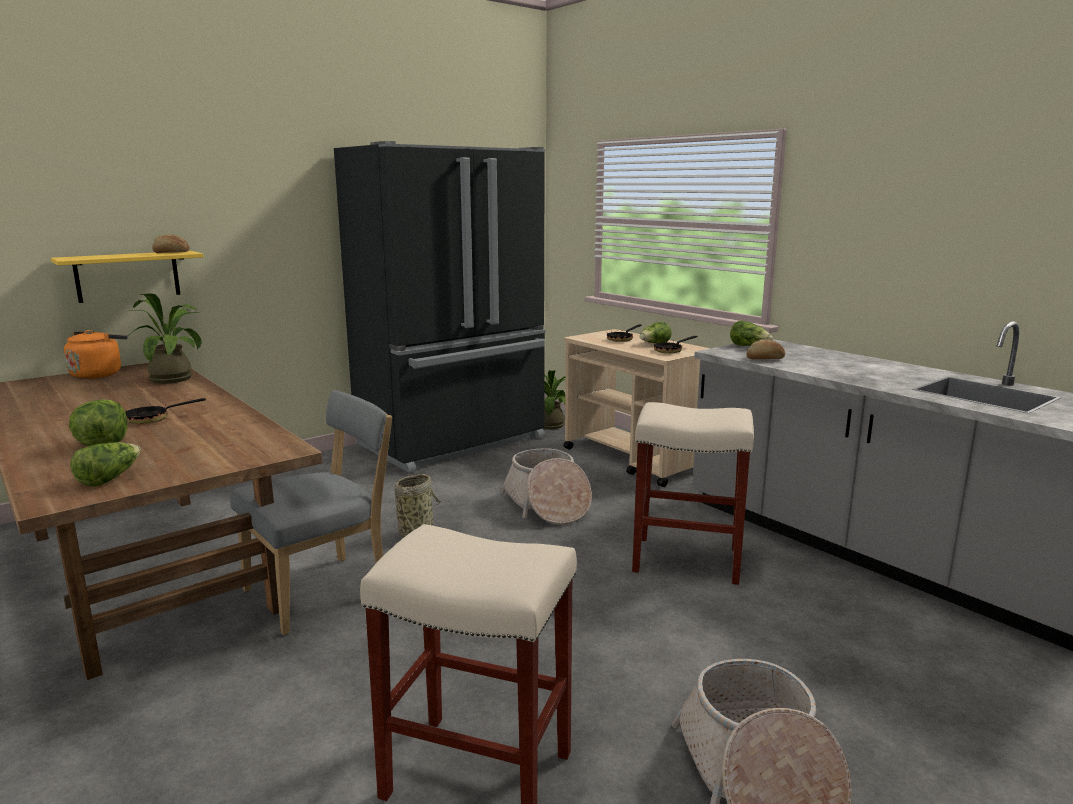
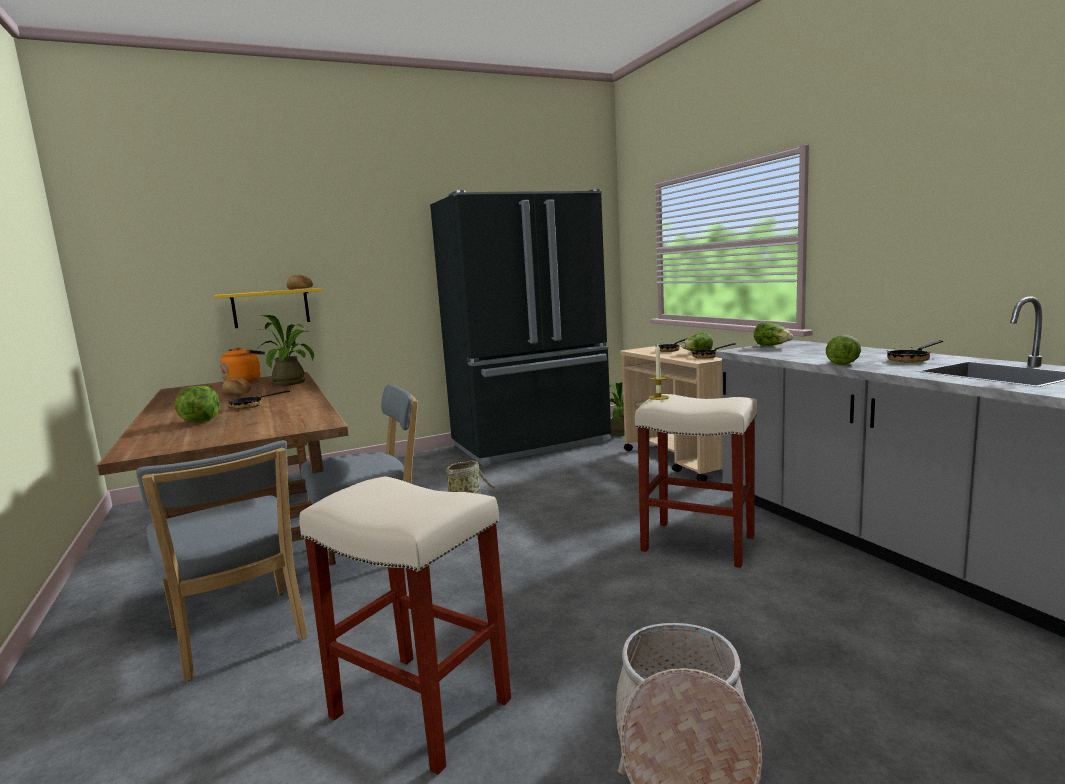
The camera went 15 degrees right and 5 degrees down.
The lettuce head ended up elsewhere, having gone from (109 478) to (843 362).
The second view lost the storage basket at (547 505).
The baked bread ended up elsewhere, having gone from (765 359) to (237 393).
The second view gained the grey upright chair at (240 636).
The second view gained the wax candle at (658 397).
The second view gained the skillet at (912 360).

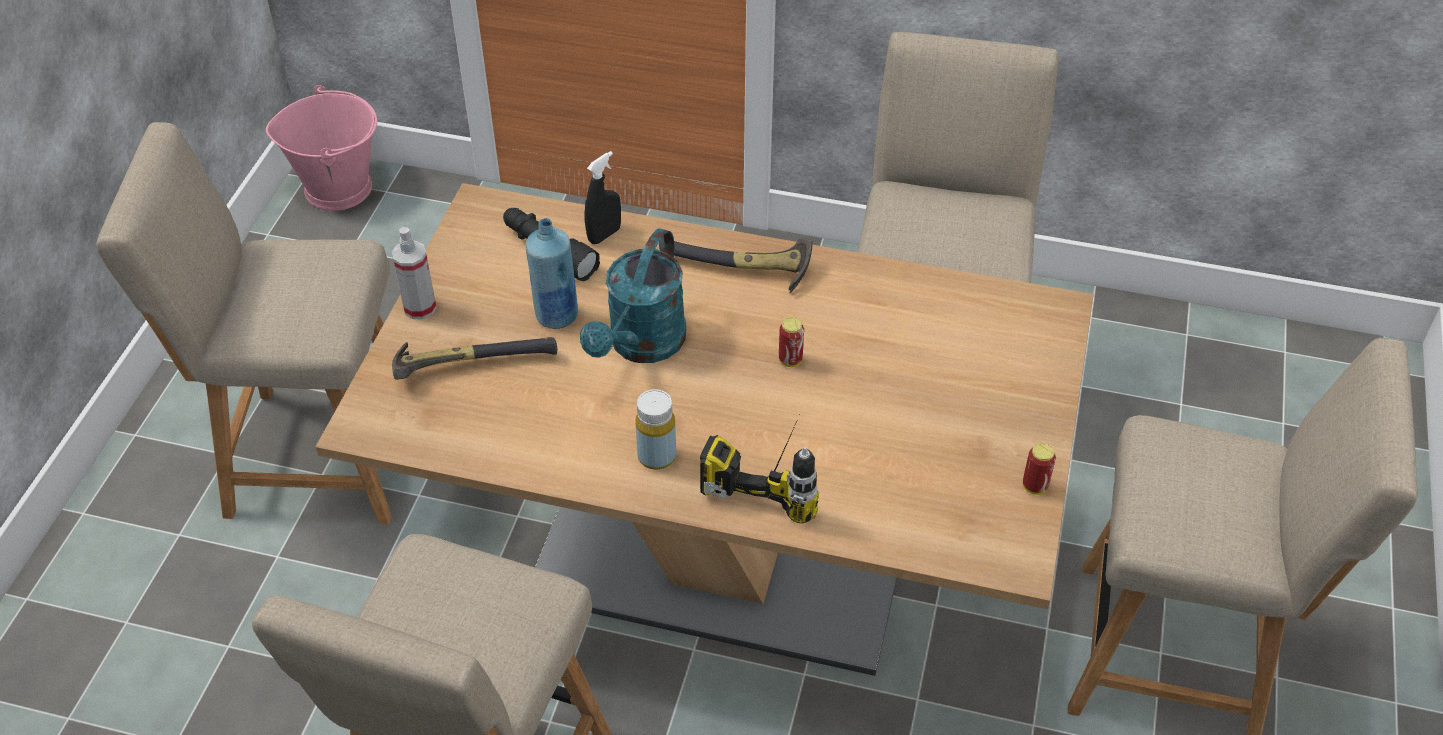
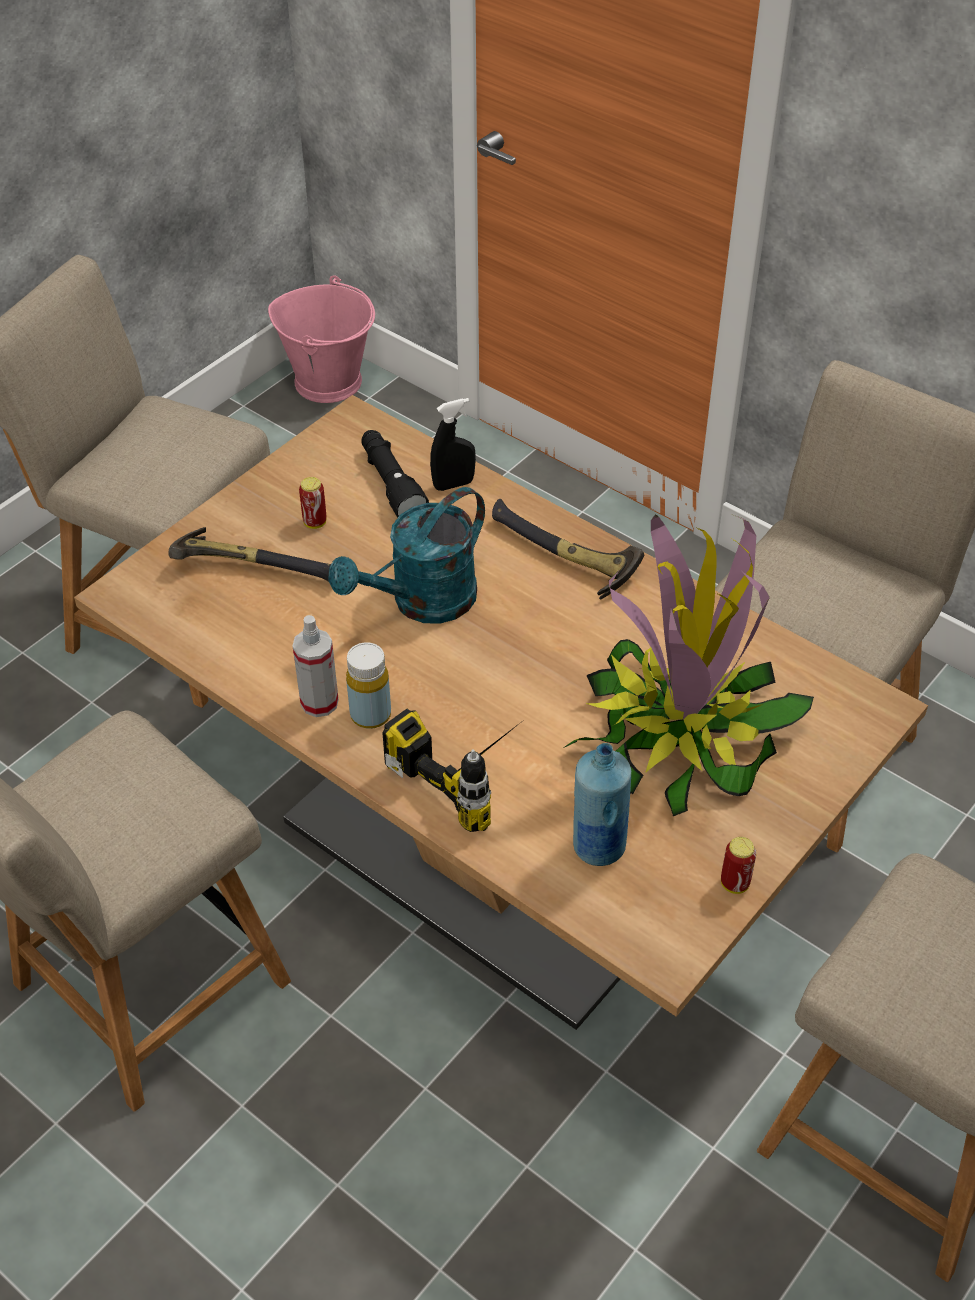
The camera went 25 degrees right and 0 degrees up.
The spray bottle ended up elsewhere, having gone from (420 307) to (319 702).
The blue drink bottle ended up elsewhere, having gone from (556 316) to (598 847).
The metal can ended up elsewhere, having gone from (790 360) to (315 522).
The second view gained the potted plant at (679 736).

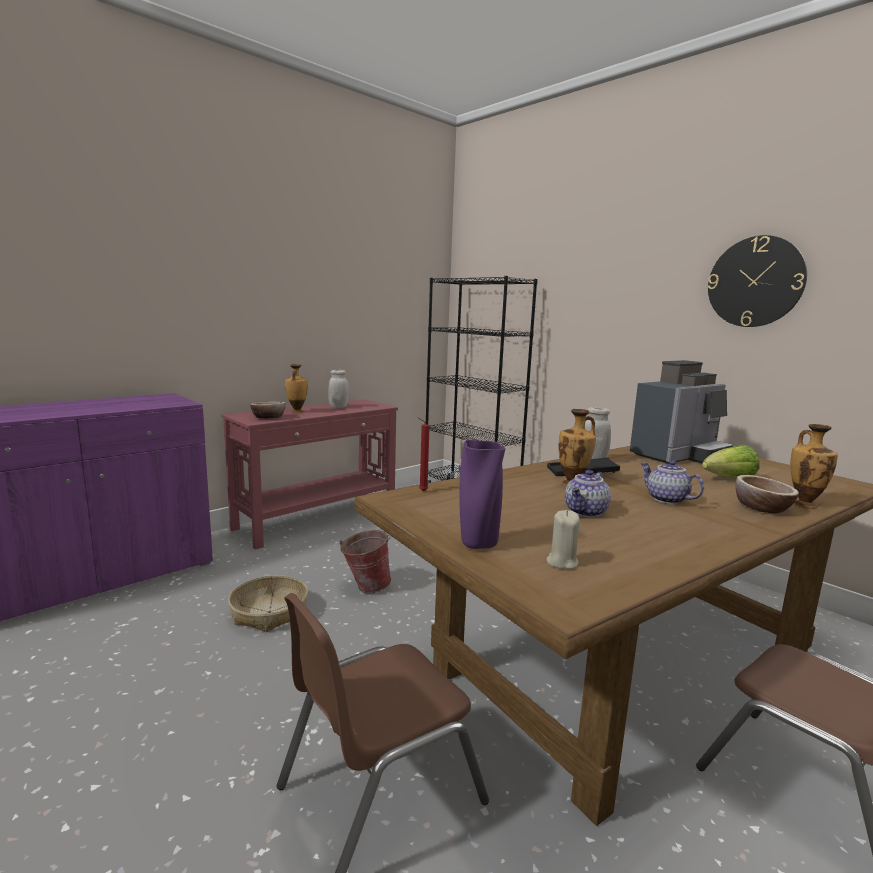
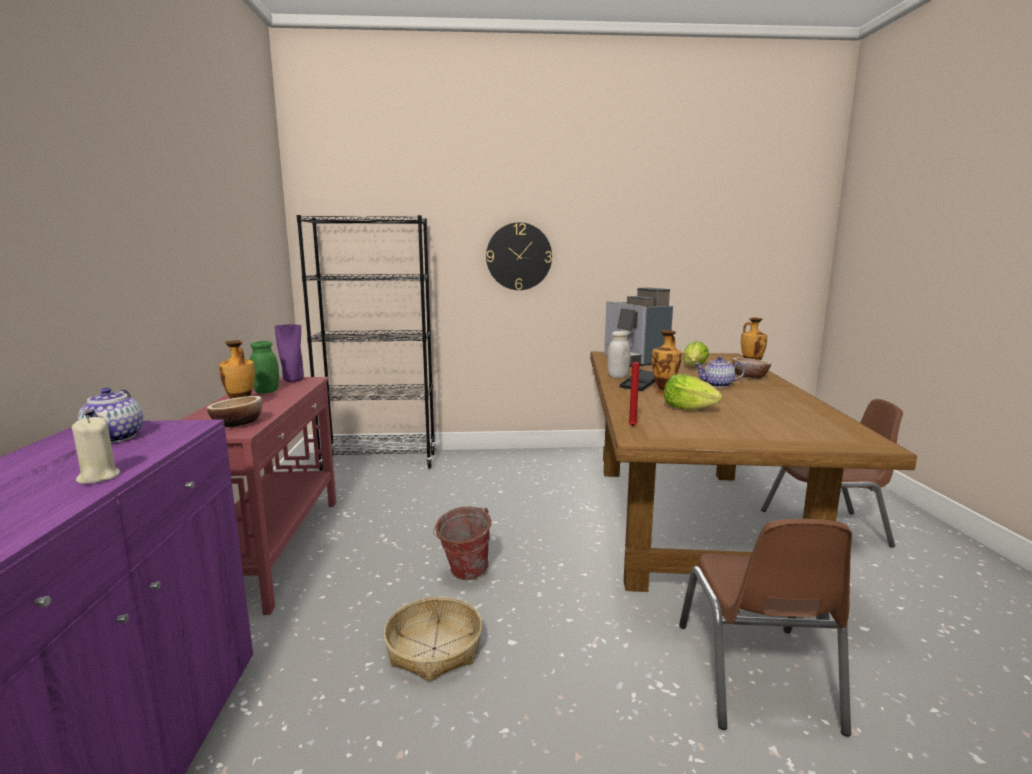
The camera went 50 degrees left and 0 degrees up.
What was the white jar at (338 407) turned into the greenish jar at (266 391).
The purplish flower vase ended up elsewhere, having gone from (477 544) to (292 381).
The beige wax candle ended up elsewhere, having gone from (562 562) to (98 477).
The pot for tea ended up elsewhere, having gone from (586 512) to (116 438).
The coffee maker at (679 455) ended up facing another way, 150 degrees clockwise from before.
The wall clock ended up elsewhere, having gone from (755 282) to (519 256).
The second view gained the lettuce head at (688 409).

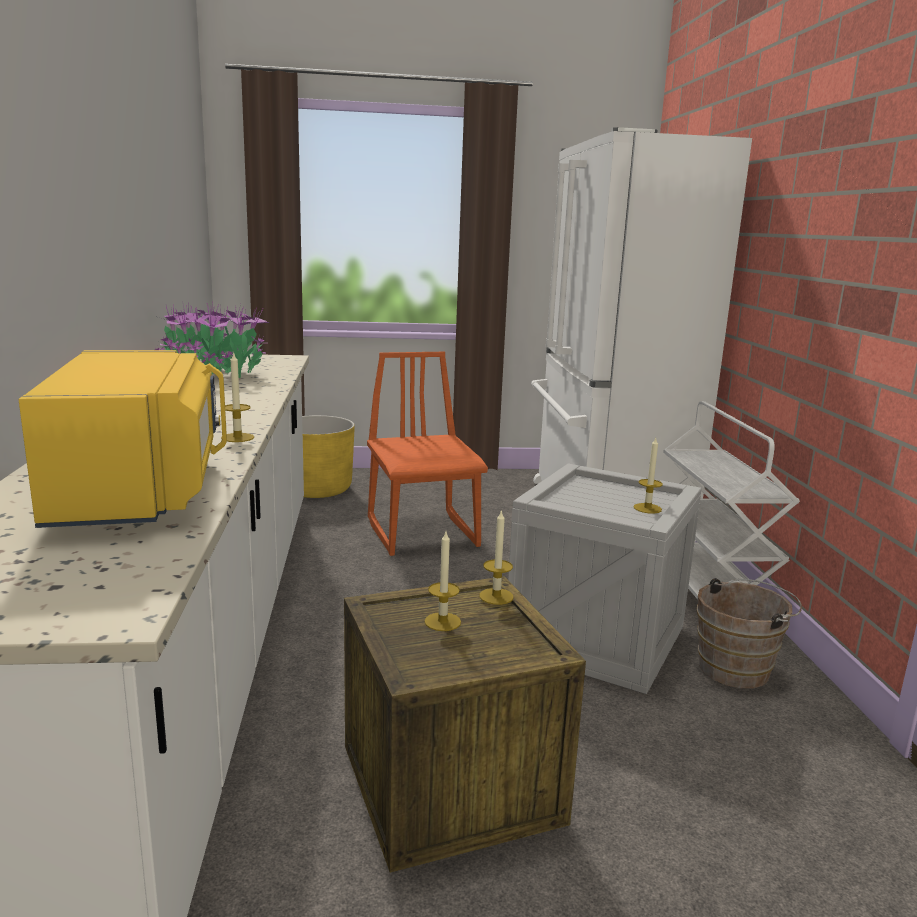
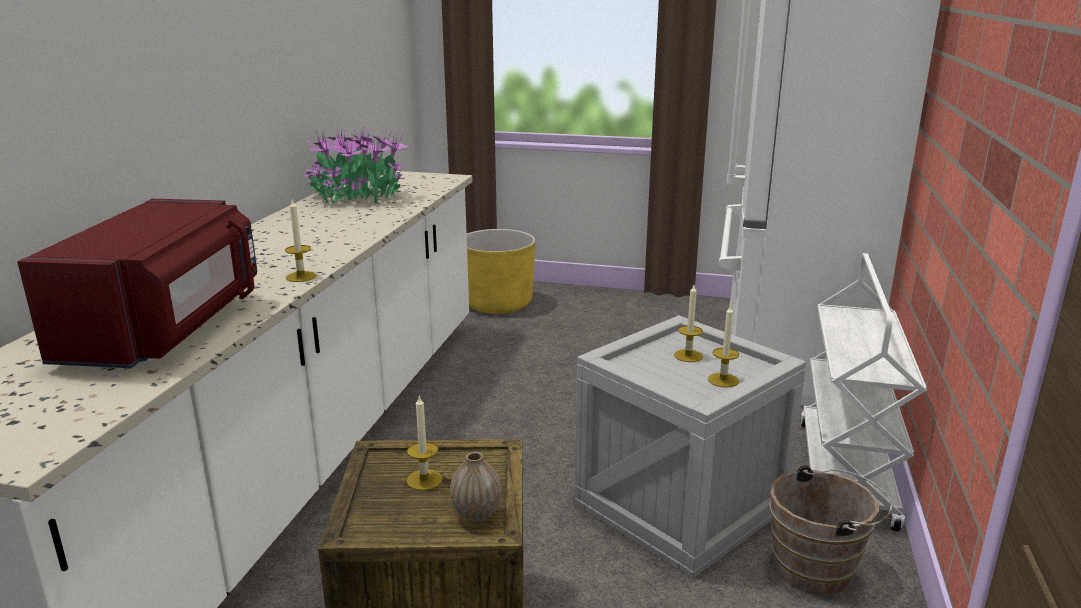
The camera went 20 degrees right and 5 degrees up.
What was the yellow-coloured microwave at (141 489) turned into the red microwave at (167 328).
The second view lost the orange upright chair at (423 533).
The wax candle ended up elsewhere, having gone from (496 596) to (688 356).
The second view gained the flower vase at (476 513).

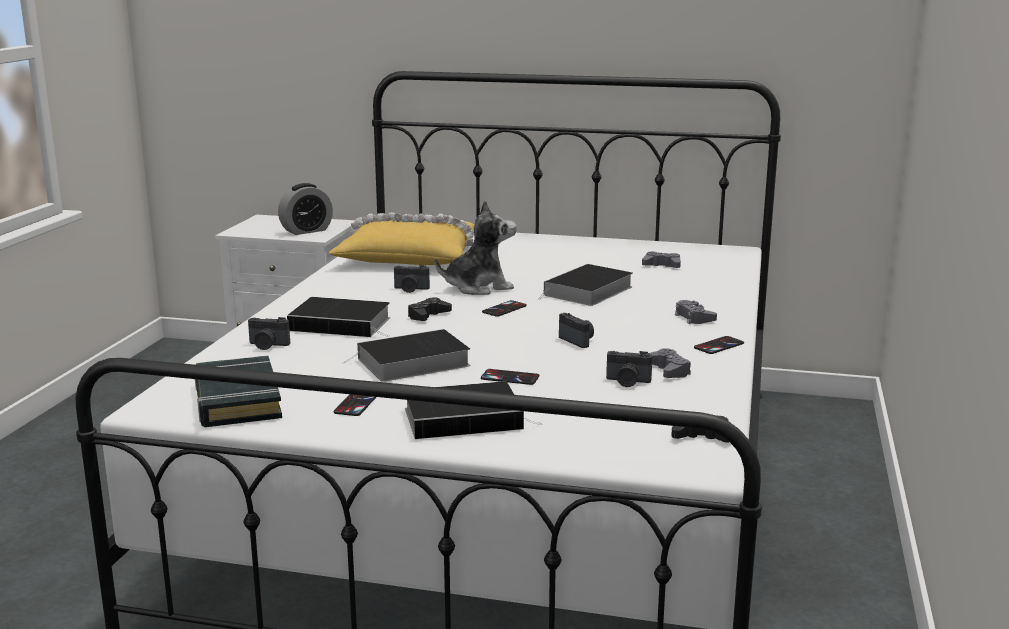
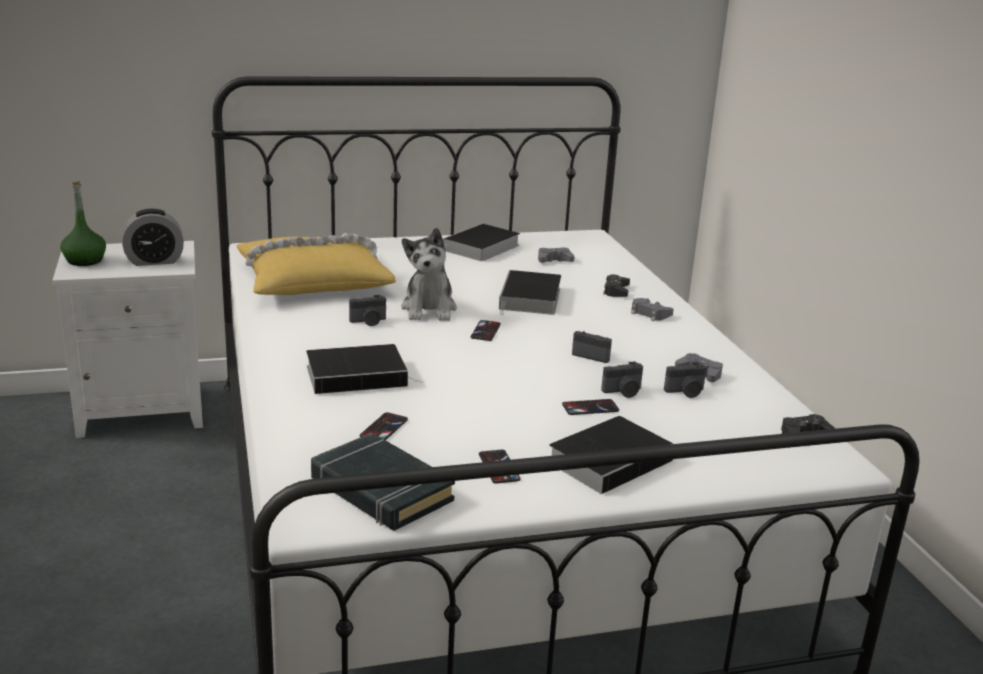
The camera went 30 degrees left and 5 degrees up.
The still camera ended up elsewhere, having gone from (267 345) to (623 392).
The bedside clock at (306 231) ended up facing another way, 45 degrees clockwise from before.
The book ended up elsewhere, having gone from (411 363) to (480 248).
The black-coloured joypad ended up elsewhere, having gone from (428 315) to (616 291).
The soft toy at (478 287) ended up facing another way, 135 degrees clockwise from before.
The handset ended up elsewhere, having gone from (718 345) to (384 428).
The second view gained the greenish drink bottle at (84 261).

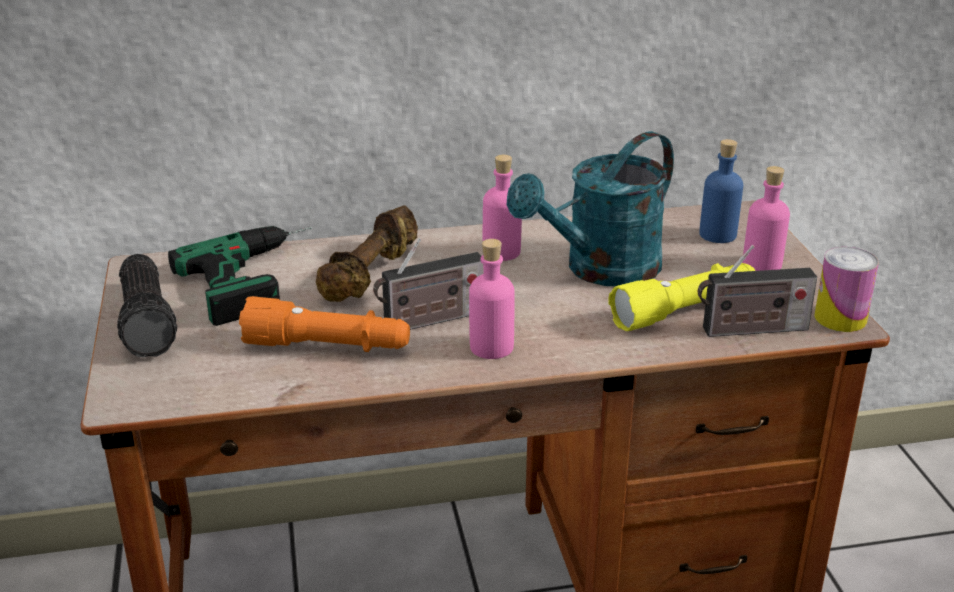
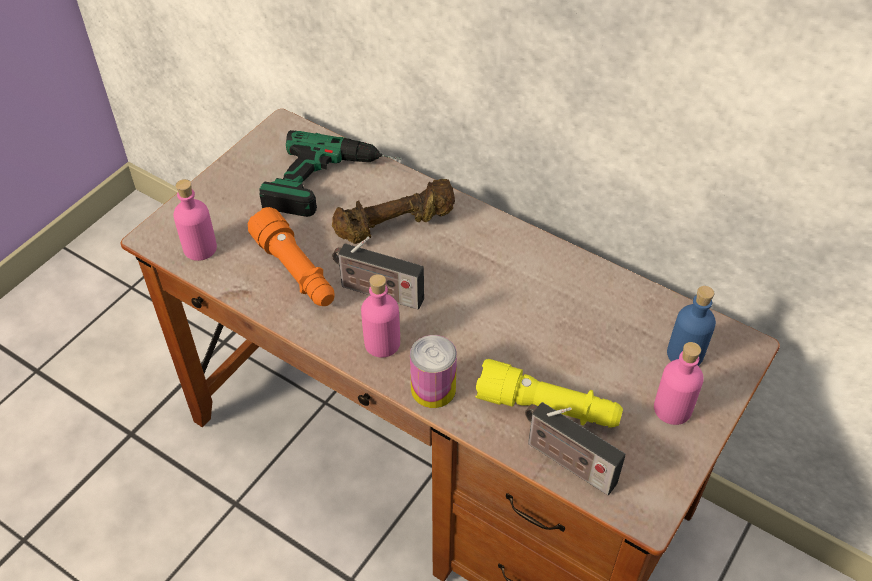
The camera went 45 degrees right and 20 degrees up.
The second view lost the flashlight at (149 321).
The pink drink bottle ended up elsewhere, having gone from (501 252) to (200 248).
The second view lost the turquoise-coloured sprinkling can at (600 270).
The metal can ended up elsewhere, having gone from (840 318) to (433 389).

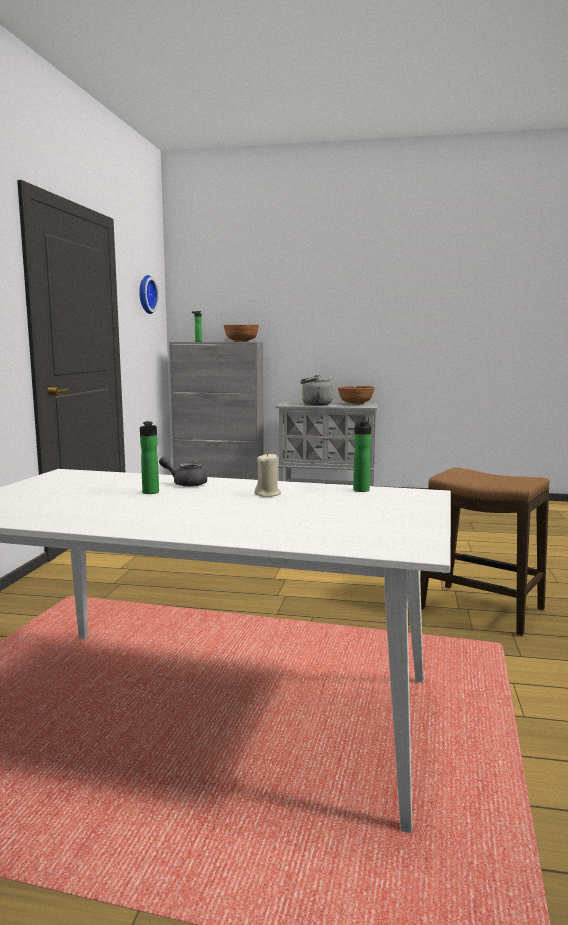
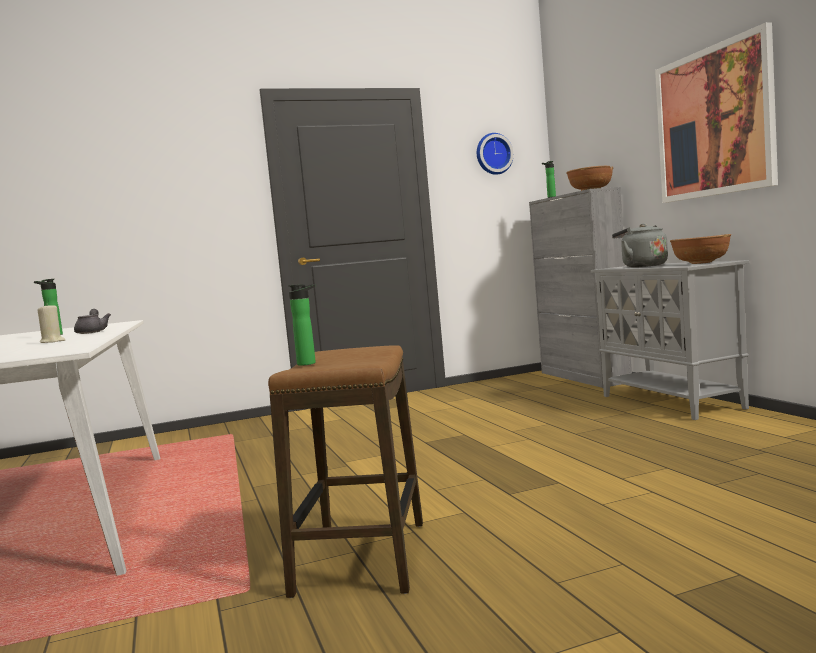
The camera went 60 degrees right and 5 degrees down.
The drink bottle ended up elsewhere, having gone from (361 489) to (309 363).
The second view gained the picture at (714 122).

